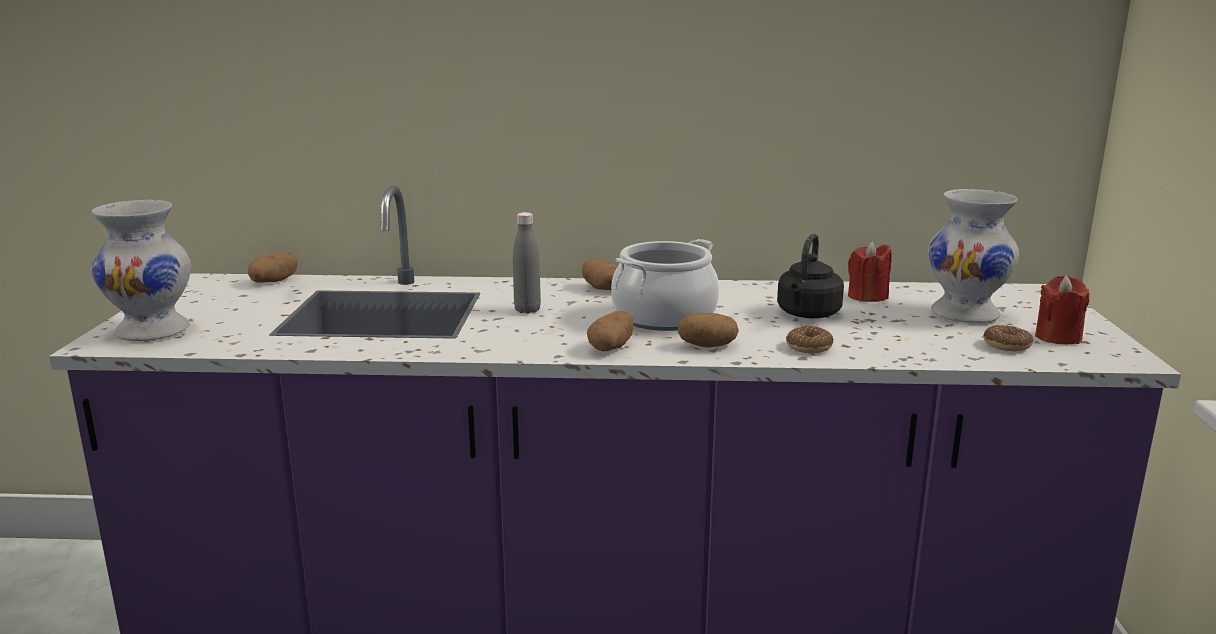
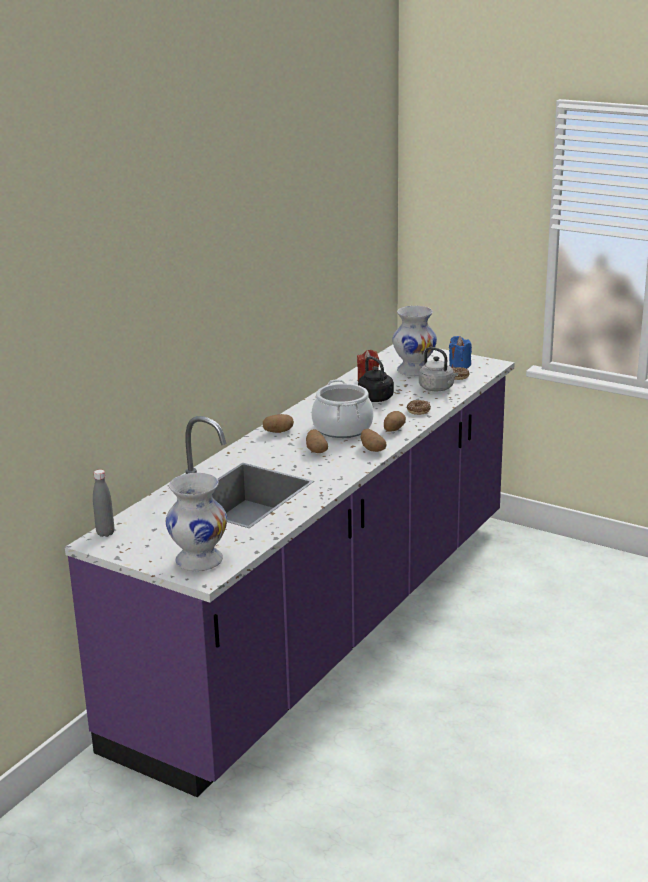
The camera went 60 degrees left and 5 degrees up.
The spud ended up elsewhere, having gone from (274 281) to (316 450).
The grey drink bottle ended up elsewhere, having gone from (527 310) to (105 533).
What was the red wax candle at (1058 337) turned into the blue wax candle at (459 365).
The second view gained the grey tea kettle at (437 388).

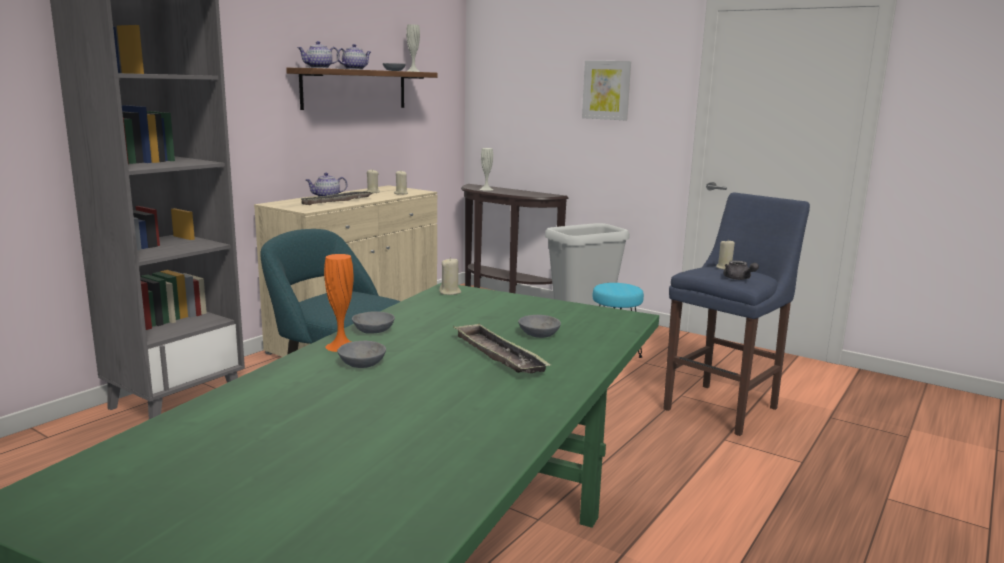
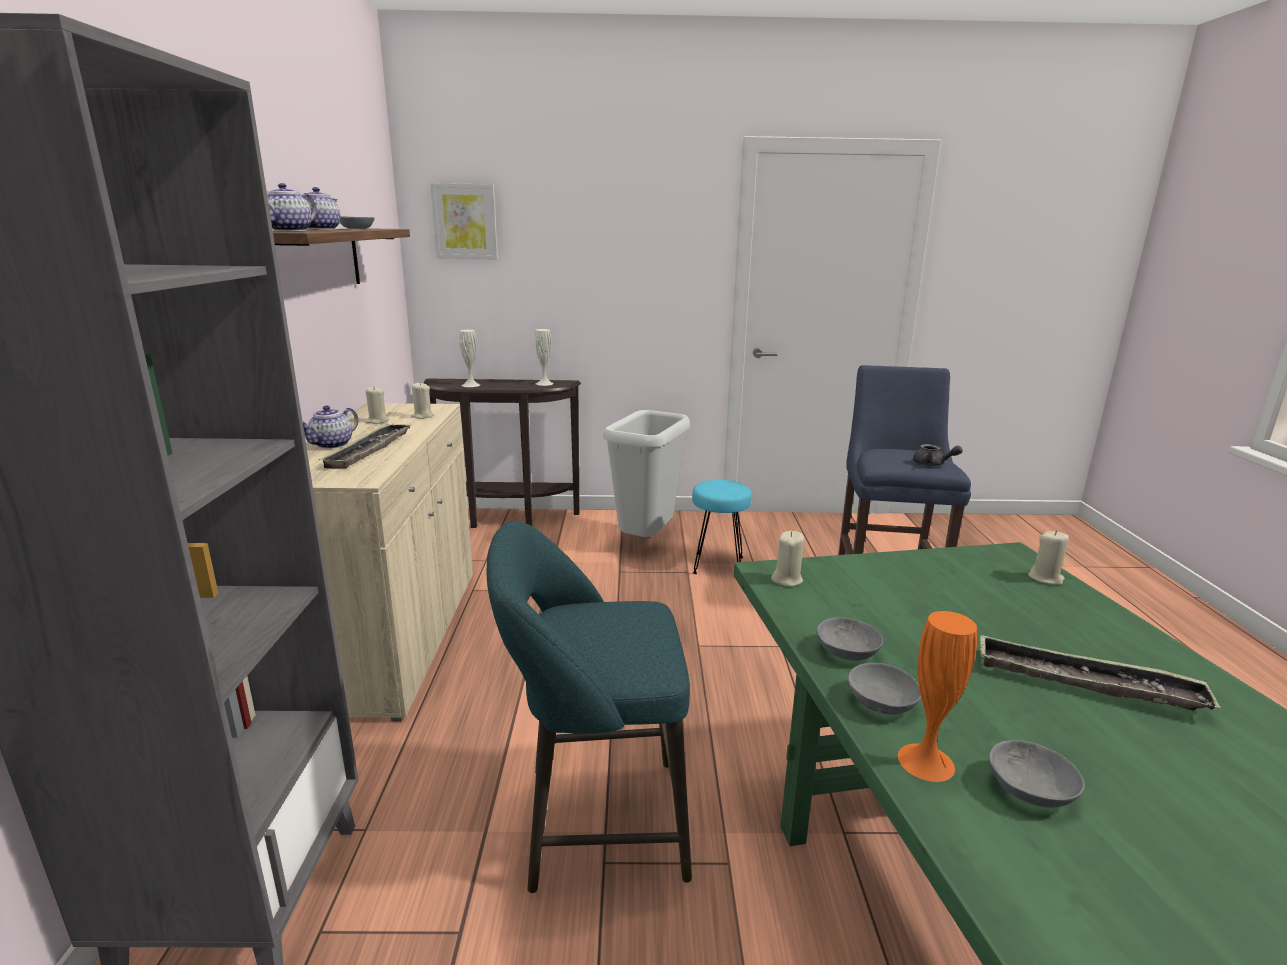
The camera went 35 degrees left and 5 degrees up.
The white flower vase ended up elsewhere, having gone from (413 71) to (544 383).
The grey bowl ended up elsewhere, having gone from (537 334) to (846 652).
The picture ended up elsewhere, having gone from (606 90) to (465 221).
The beige wax candle ended up elsewhere, having gone from (725 268) to (1045 578).

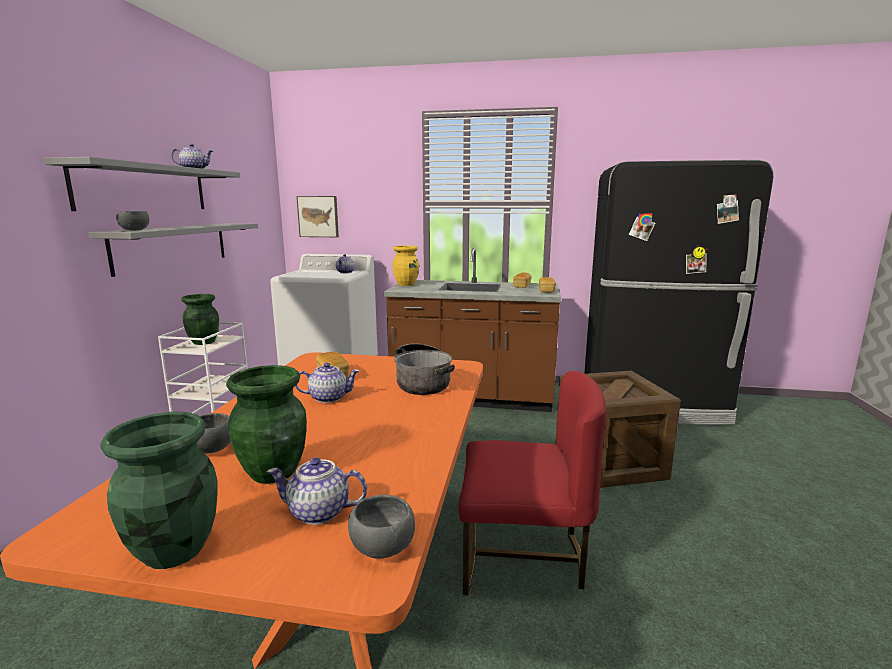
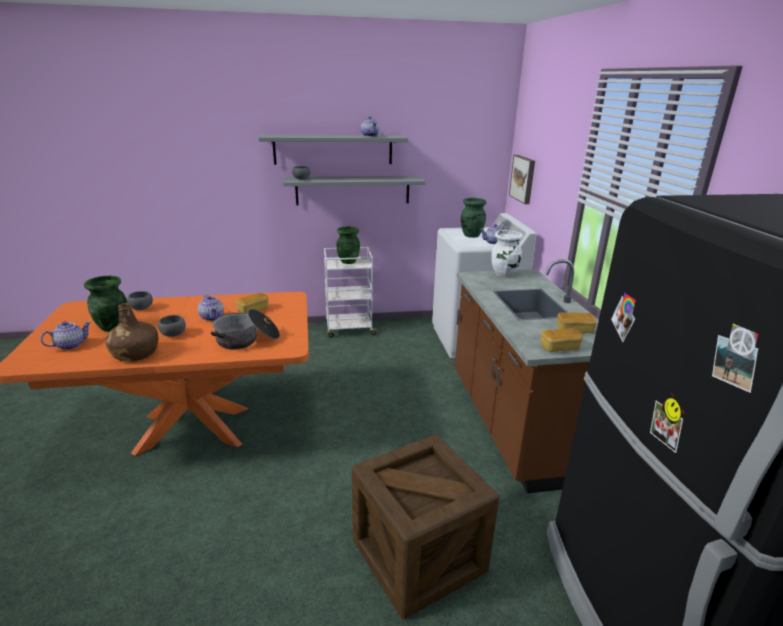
The camera went 70 degrees right and 10 degrees up.
The greenish flower vase ended up elsewhere, having gone from (174 551) to (471 235).
The pot for tea at (318 512) ended up facing another way, 60 degrees clockwise from before.
The grey bowl ended up elsewhere, having gone from (382 549) to (172 334).
What was the yellow-coloured flower vase at (406 284) turned into the white flower vase at (504 274).
The second view lost the red upright chair at (522 557).
The second view gained the brownish drink bottle at (135 354).

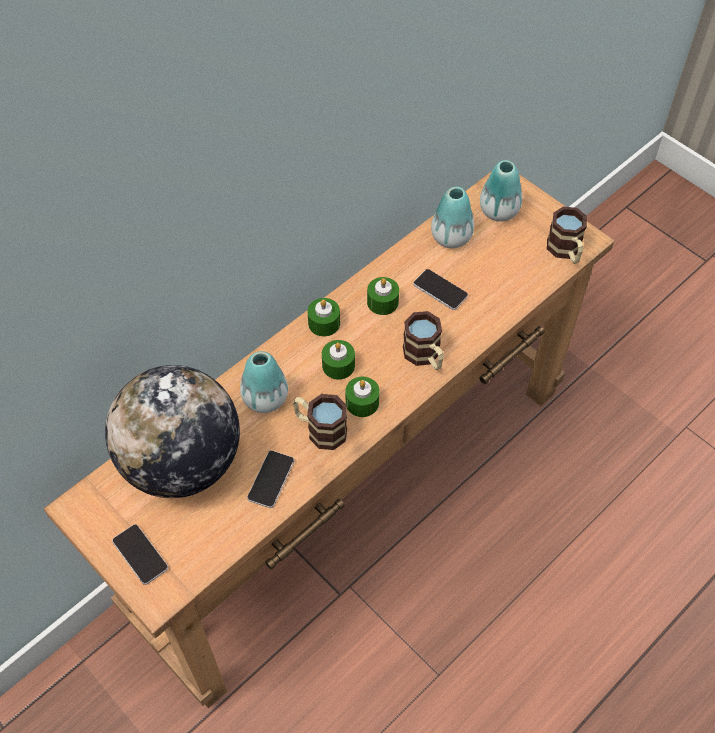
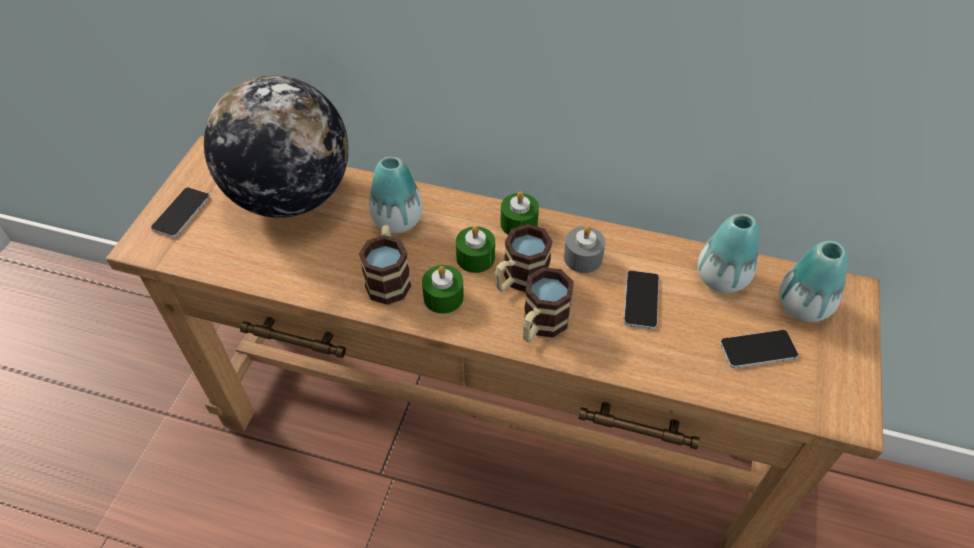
The camera went 60 degrees right and 5 degrees down.
The handset ended up elsewhere, having gone from (271 479) to (758 349).
What was the greenish wax candle at (382 302) turned into the grey wax candle at (583 257).
The mug ended up elsewhere, having gone from (566 251) to (519 280).

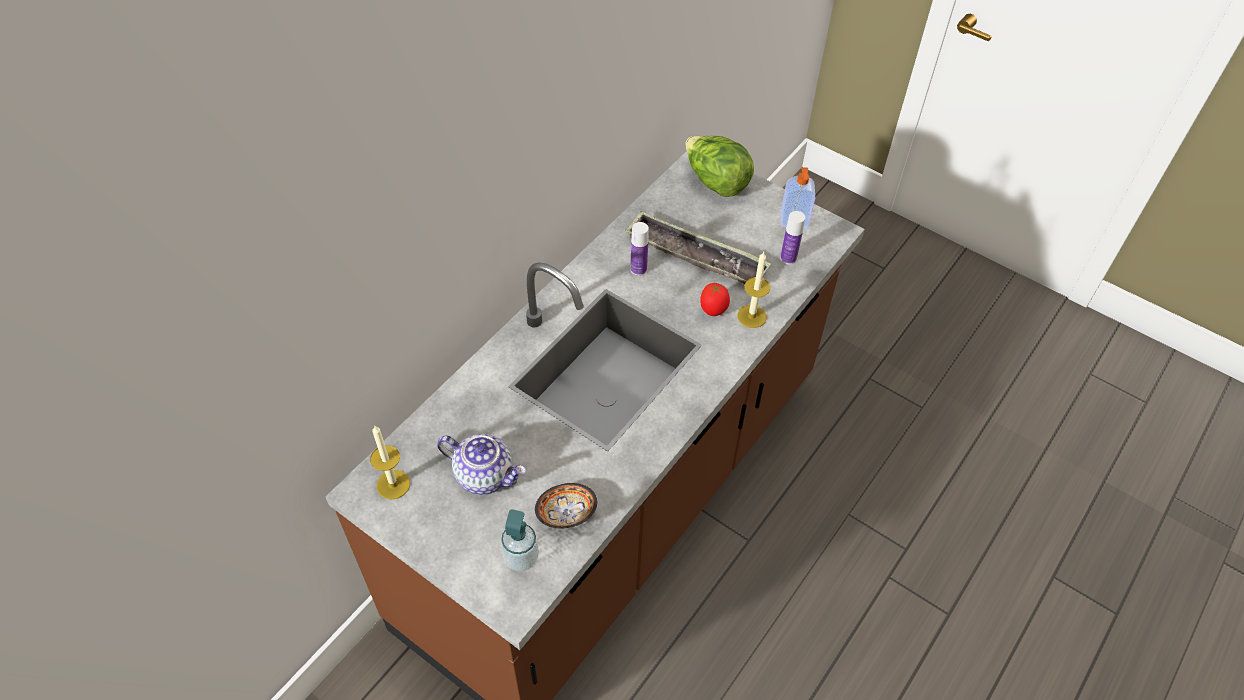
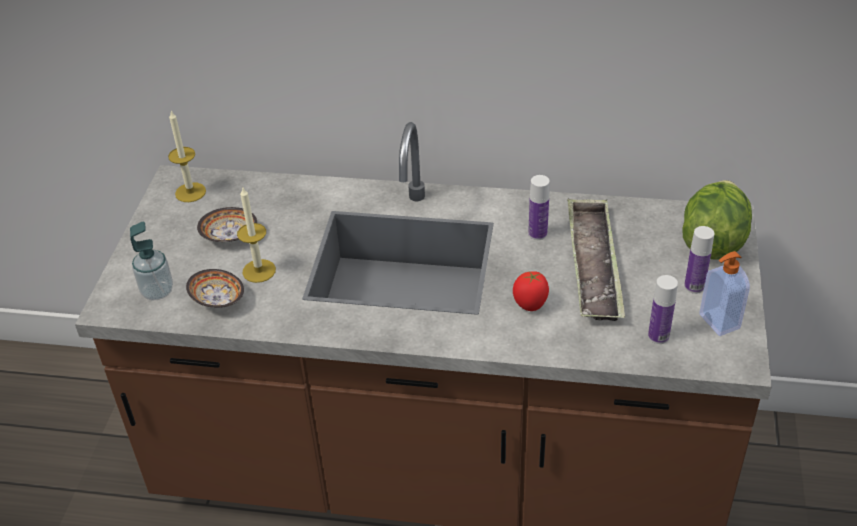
The camera went 65 degrees right and 10 degrees down.
Where the pot for tea stood at (485 475), the bowl came to stand at (229 236).
The wax candle ended up elsewhere, having gone from (752 316) to (259 271).
The second view gained the drink bottle at (694 286).

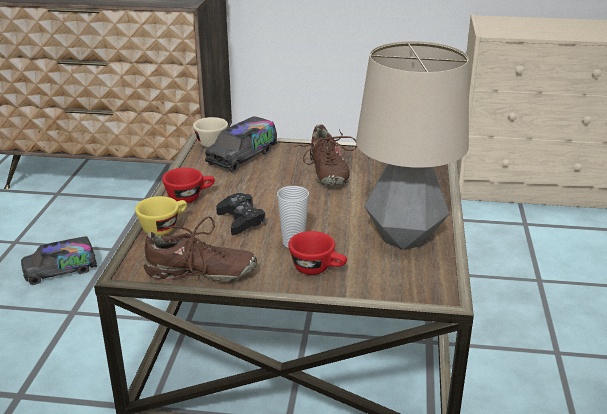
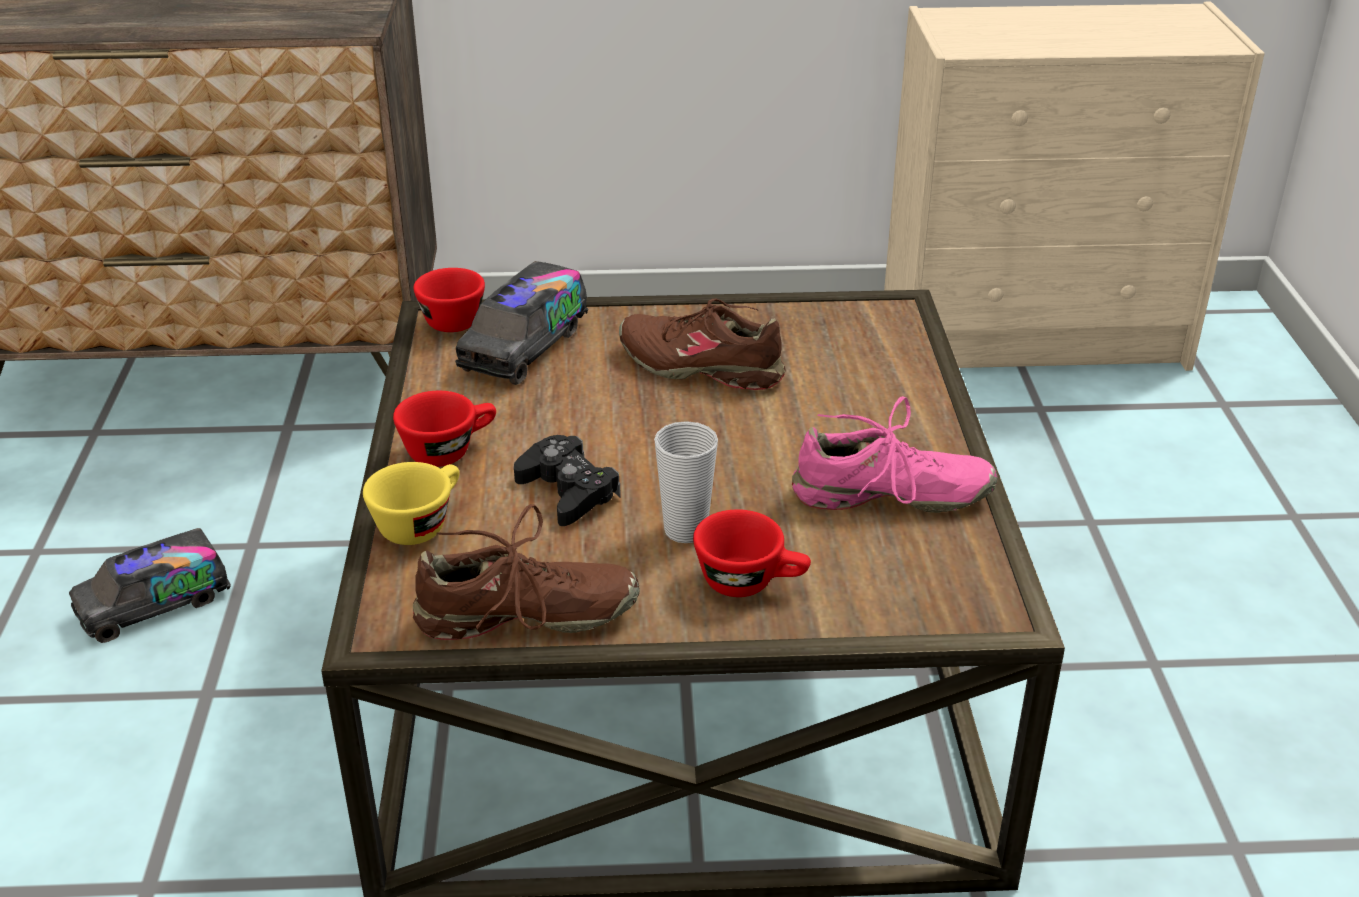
The camera went 10 degrees left and 5 degrees up.
What was the beige small cup at (211 142) turned into the red small cup at (449 318).
The brownish item of footwear at (326 172) ended up facing another way, 135 degrees clockwise from before.
Where the tabletop lamp stood at (403 237), the pink item of footwear came to stand at (890 497).

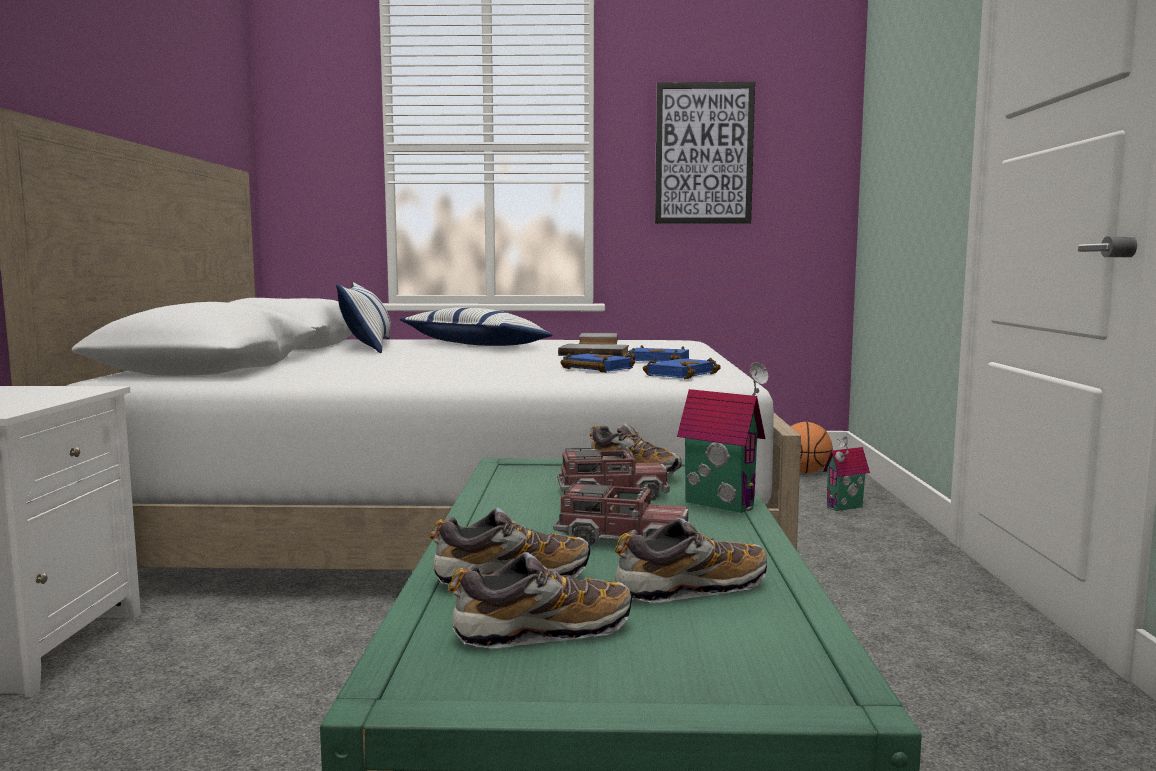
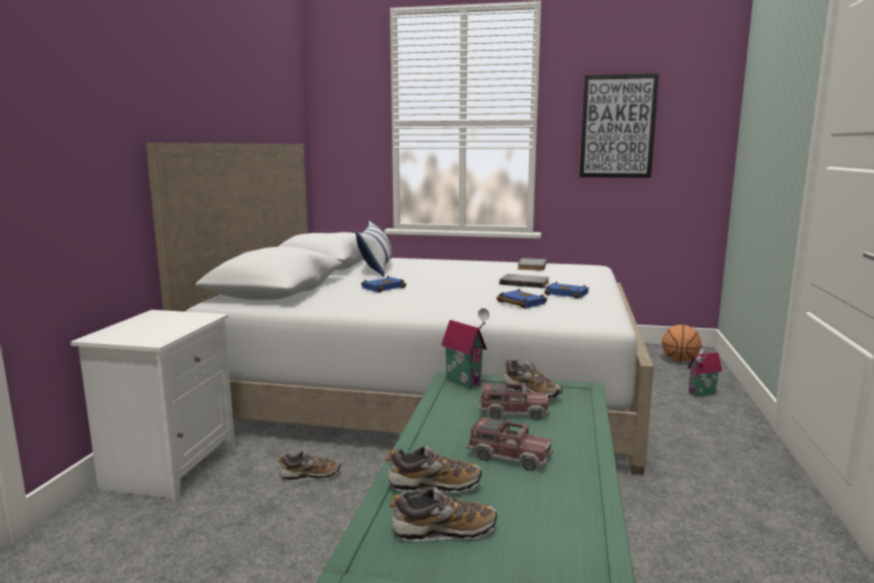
The camera went 10 degrees right and 5 degrees up.
The second view lost the cushion at (475 345).
The item of footwear ended up elsewhere, having gone from (690 589) to (310 475).
The blue book ended up elsewhere, having gone from (680 374) to (383 287).
The toy house ended up elsewhere, having gone from (722 503) to (465 382).

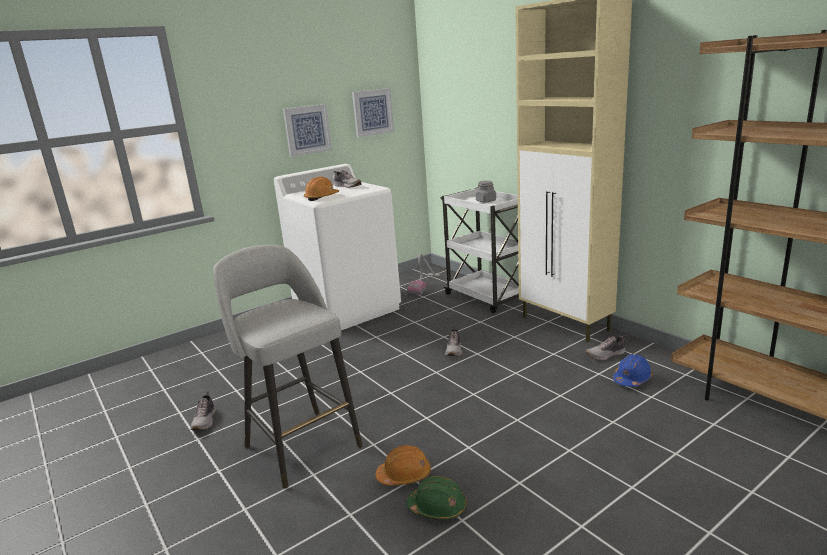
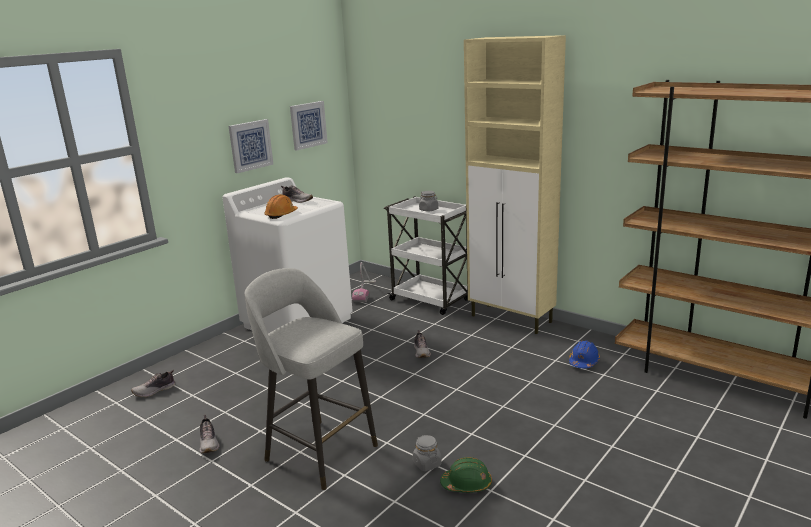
The camera went 15 degrees left and 0 degrees up.
Where the orange hard hat stood at (404 475), the grey jar came to stand at (427 463).
The item of footwear ended up elsewhere, having gone from (606 355) to (155 391).

